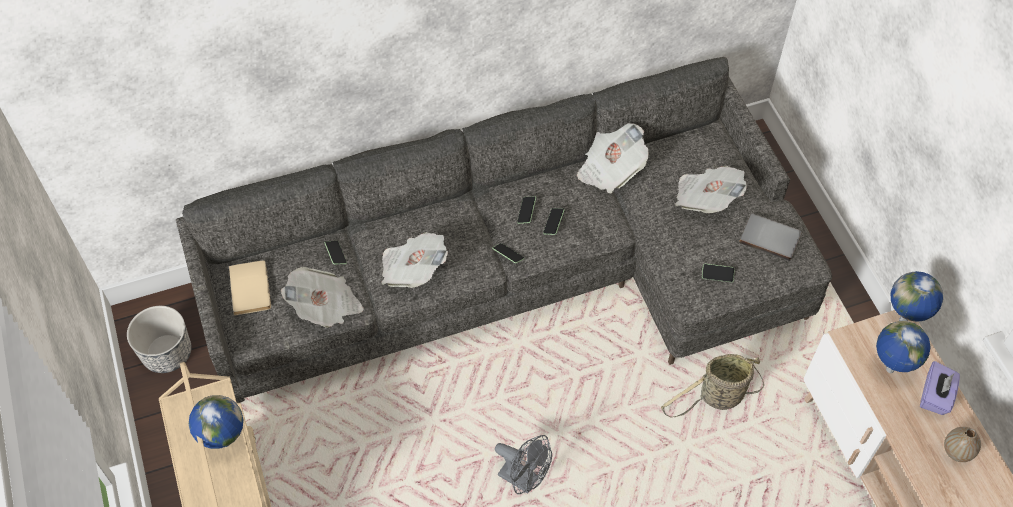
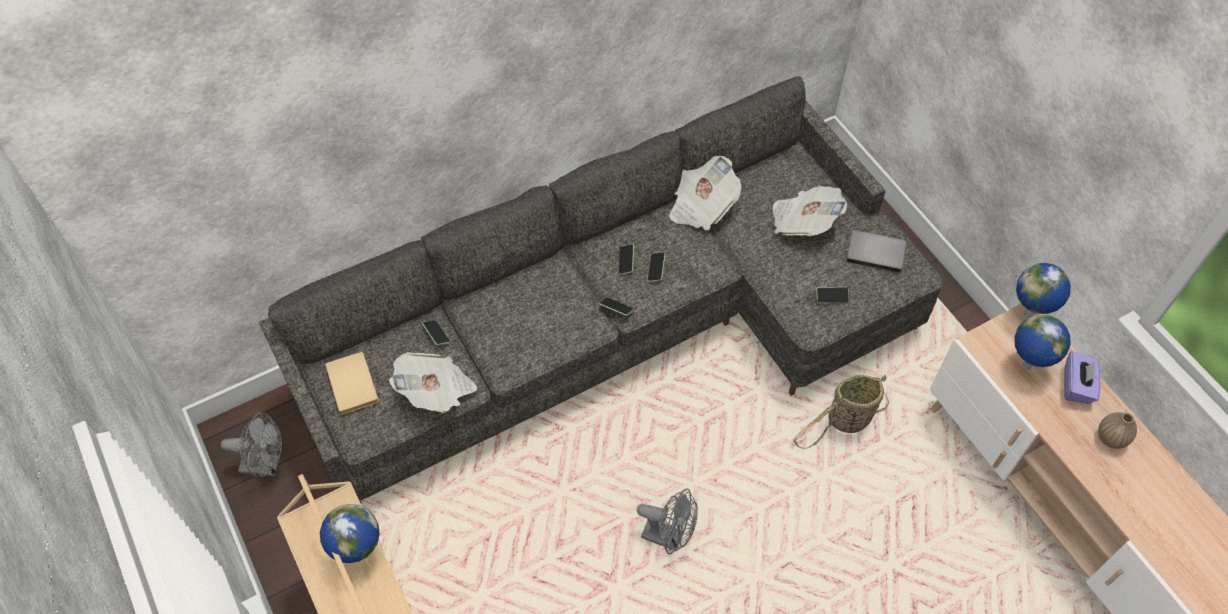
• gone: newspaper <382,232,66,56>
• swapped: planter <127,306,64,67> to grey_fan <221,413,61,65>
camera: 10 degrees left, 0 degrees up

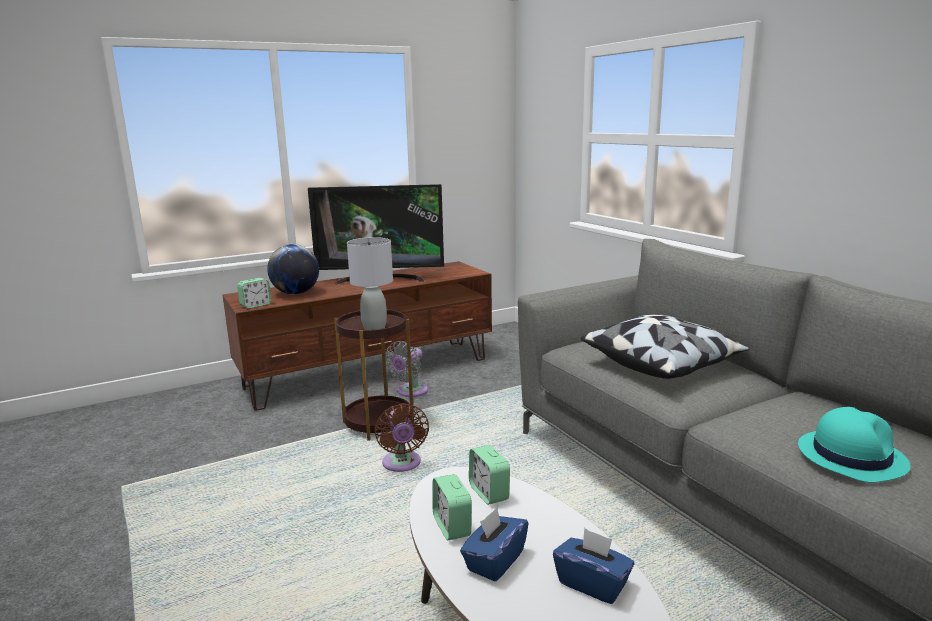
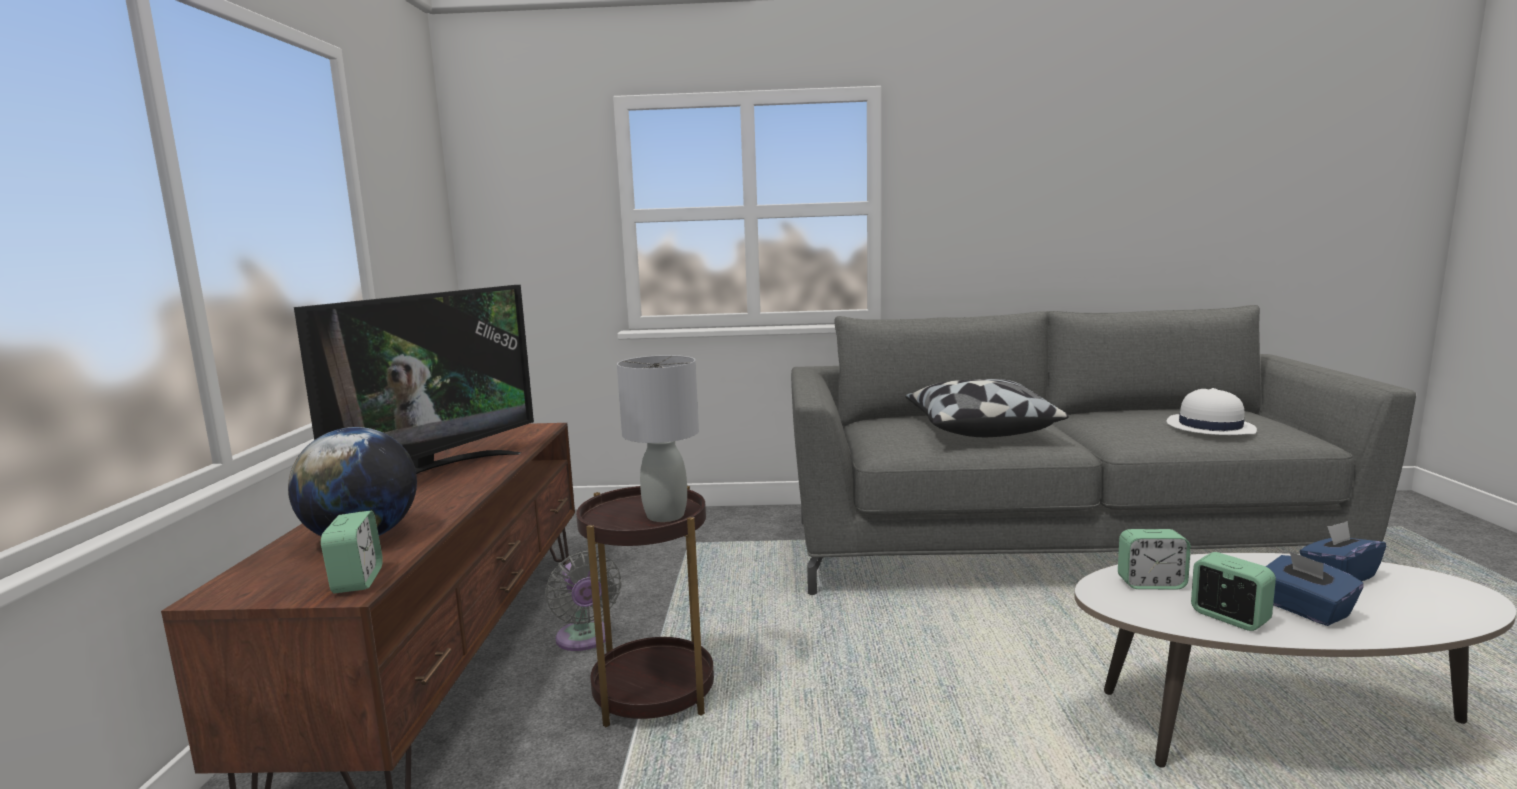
• gone: brown_fan <374,403,55,69>
• repainted: turquoise_hat <798,407,113,76> to white_hat <1167,388,90,47>
• rotated: alarm_clock <433,474,39,67> = <1191,552,85,79> 135 degrees counterclockwise
camera: 60 degrees left, 5 degrees down

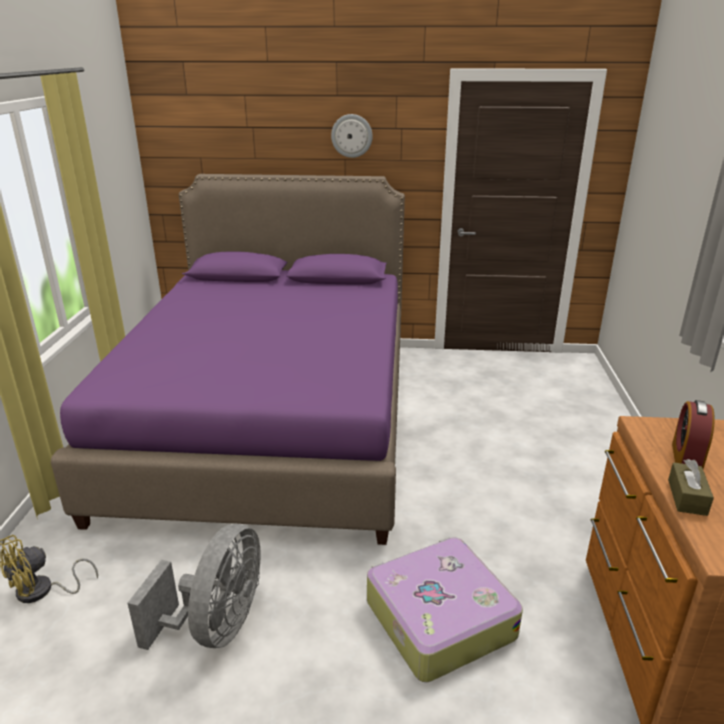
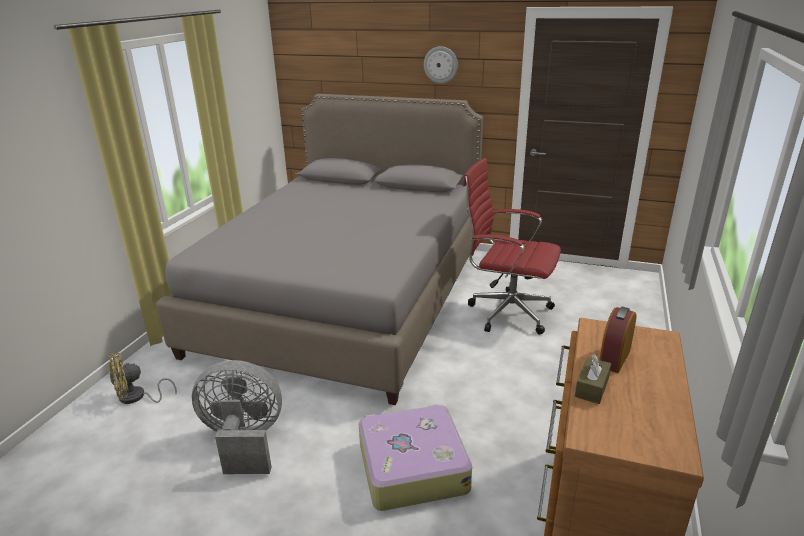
• repainted: purple_bed <51,174,354,371> to grey_bed <156,94,327,311>
• rotated: grey_fan <128,524,133,126> = <192,360,90,114> 120 degrees counterclockwise
• new: red_office_chair <463,158,98,177>
camera: 15 degrees right, 0 degrees up

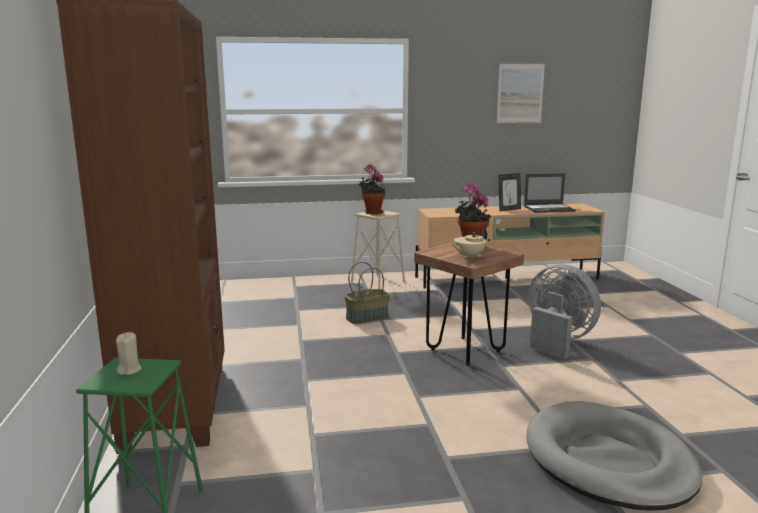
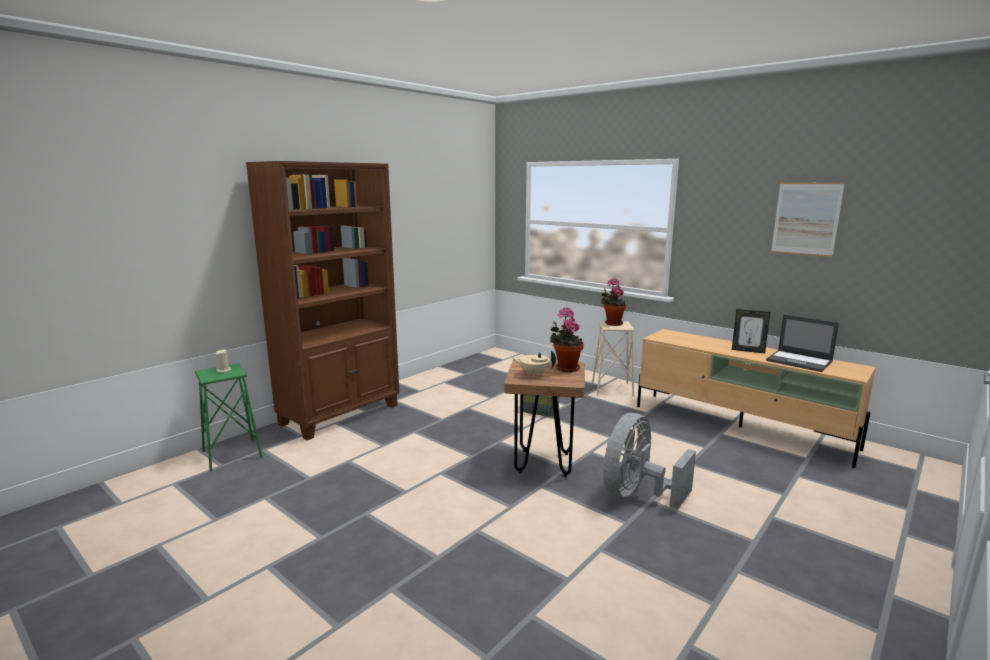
• rotated: grey_fan <528,264,73,95> = <603,413,93,97> 150 degrees counterclockwise
• gone: grey_dog_bed <526,401,177,110>
camera: 50 degrees right, 0 degrees up

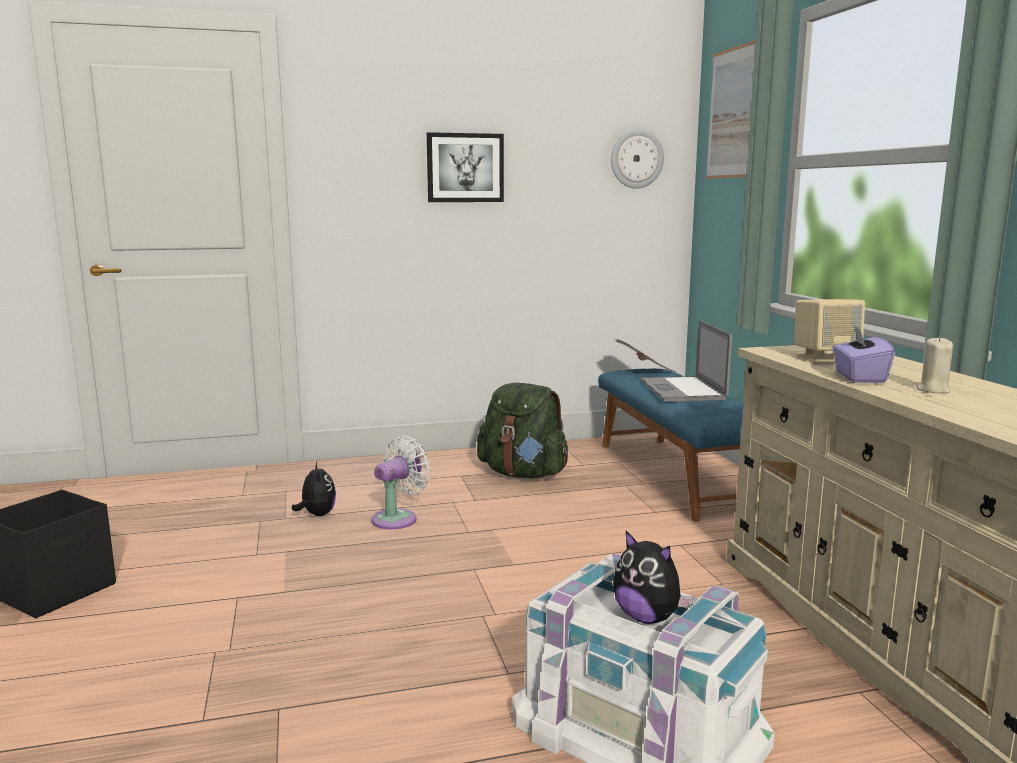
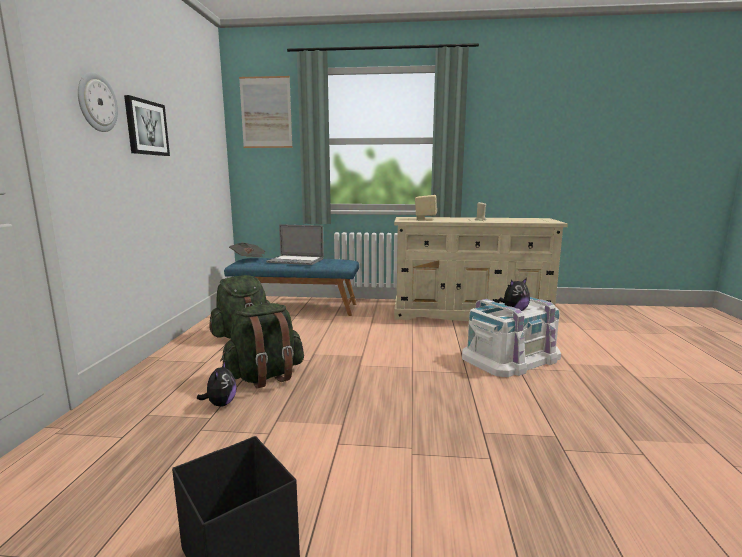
• shifted: wall_clock <611,129,53,60> to <78,72,40,60>
• gone: purple_tissue_box <832,325,63,58>
• swapped: white_fan <372,435,59,94> to green_backpack <220,303,84,85>
• rotated: plush_toy <292,462,44,54> = <197,361,40,46> 90 degrees clockwise
camera: 70 degrees left, 0 degrees up

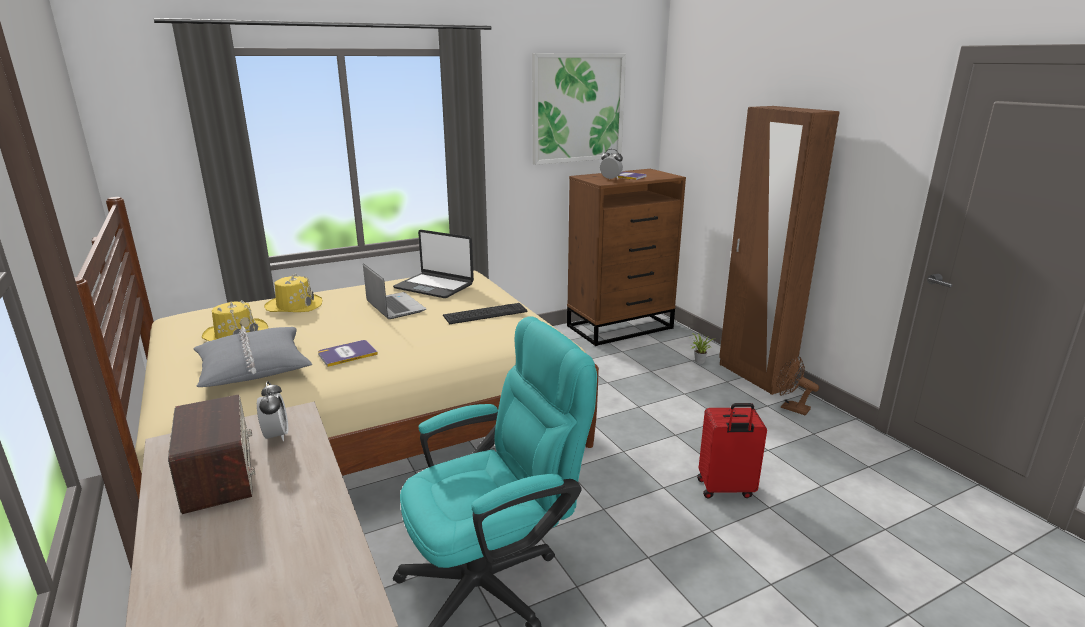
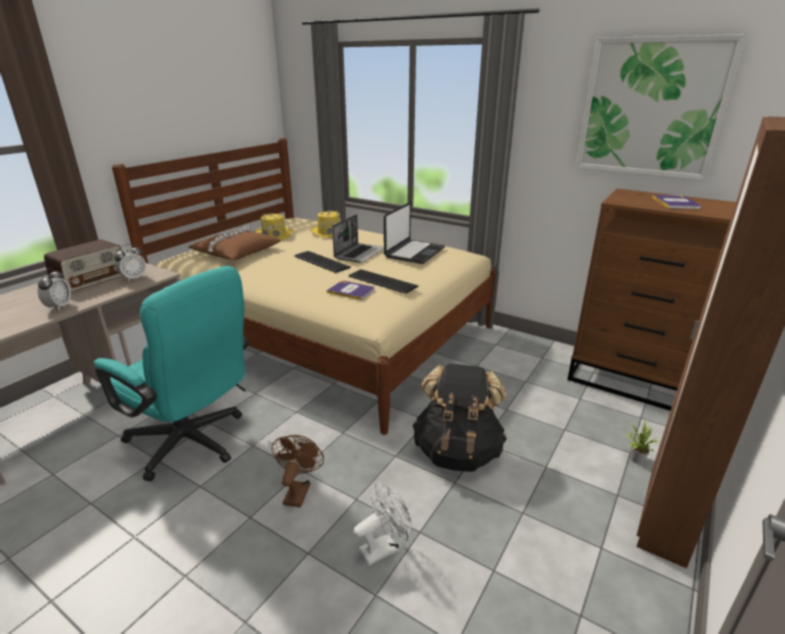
• shifted: alarm_clock <600,149,23,31> to <38,269,33,42>
• rotated: laptop <393,230,81,68> = <384,202,61,62> 150 degrees counterclockwise
• repainted: grey_pillow <193,326,119,61> to brown_pillow <188,227,92,33>
• shifted: book <318,340,60,27> to <327,281,47,19>
• shifted: brown_fan <776,357,43,58> to <271,435,53,72>
• swapped: red_suitcase <697,403,70,95> to white_fan <354,483,57,83>
• new: keyboard <294,251,57,22>
• new: black_backpack <413,364,94,108>
camera: 60 degrees right, 5 degrees up

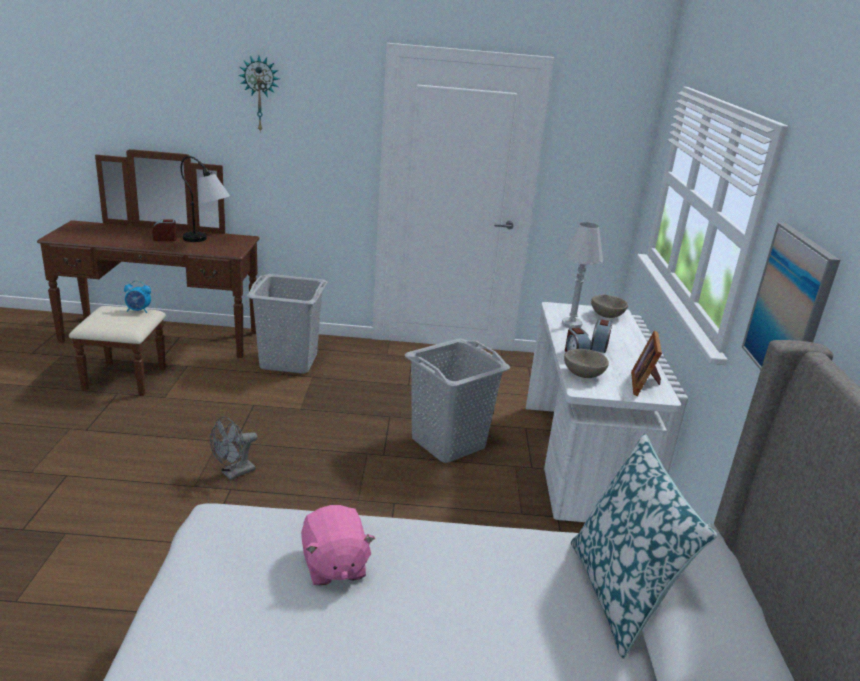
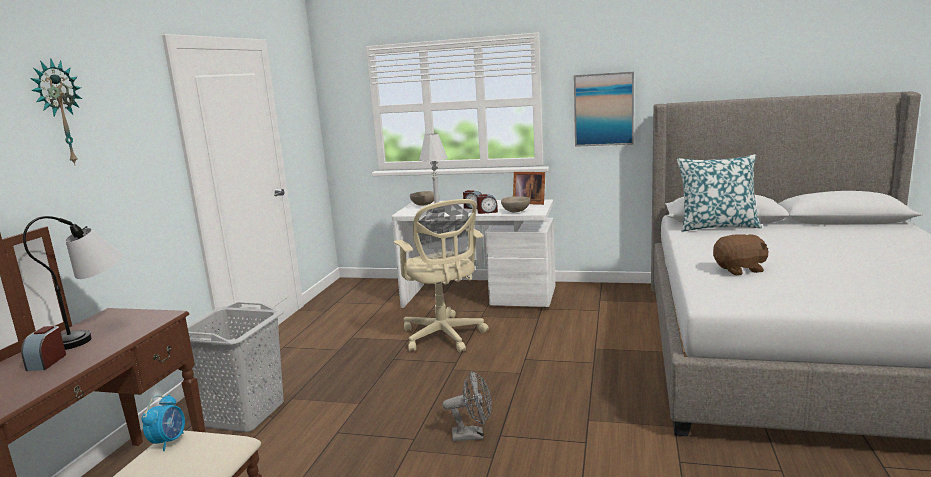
• swapped: grey_laundry_basket <405,338,105,125> to beige_office_chair <394,199,95,154>
• rotated: grey_fan <210,416,47,64> = <443,371,49,70> 60 degrees counterclockwise
• repainted: pink_plush_toy <301,505,74,80> to brown_plush_toy <713,234,56,41>
camera: 75 degrees left, 10 degrees down

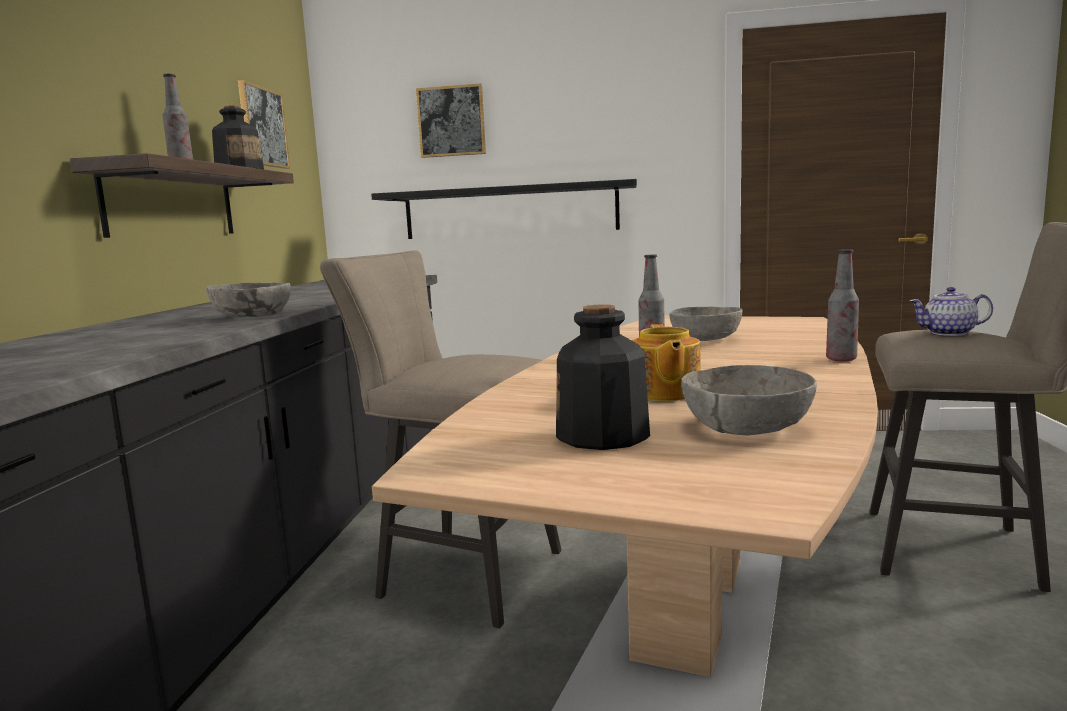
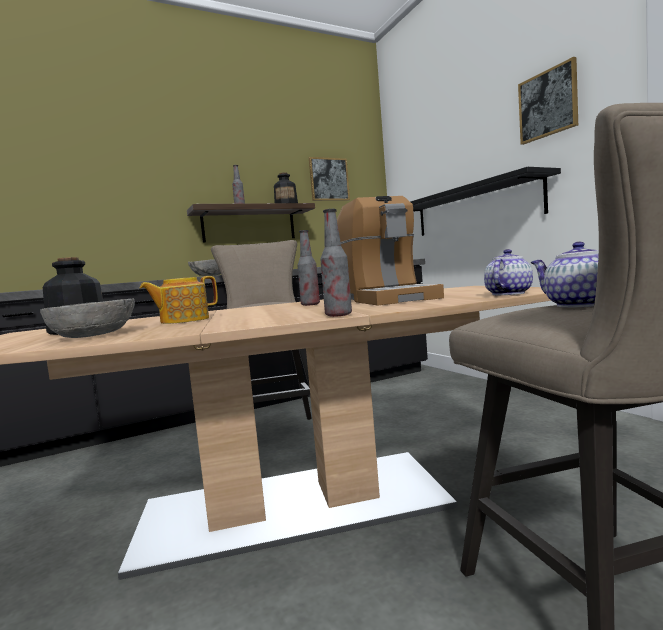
• shifted: picture <416,83,70,75> to <518,57,60,88>
• swapped: grey_bowl <669,307,74,34> to coffee_machine <337,196,107,109>
• new: teapot <484,249,49,46>
camera: 55 degrees right, 5 degrees down

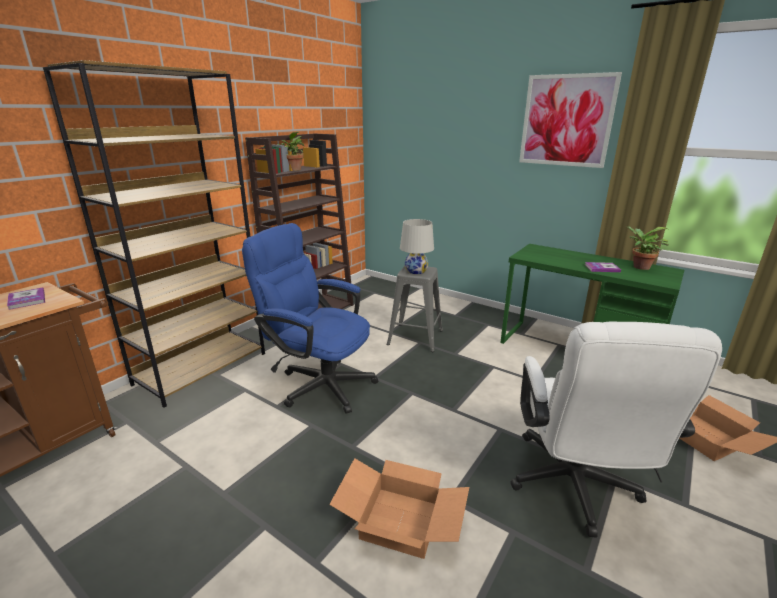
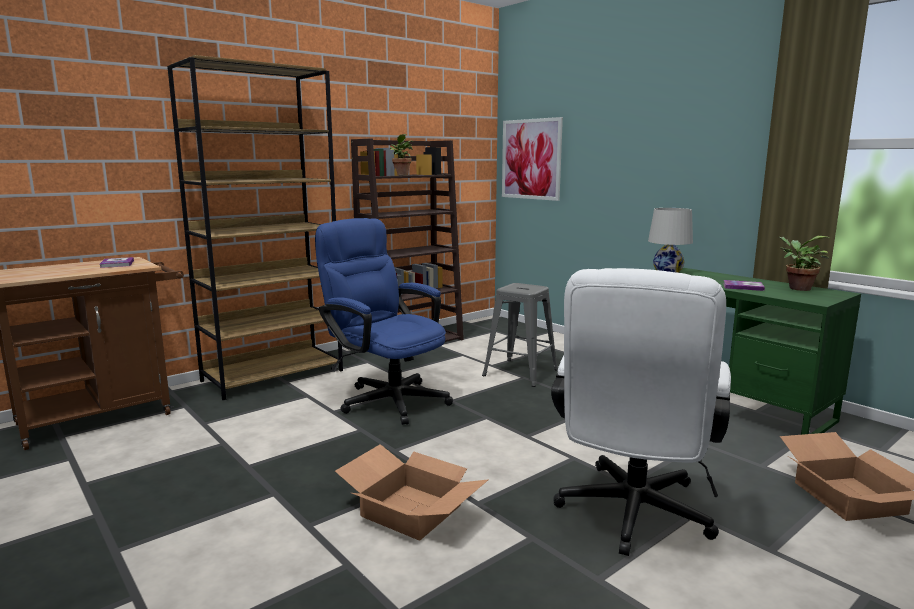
• shifted: picture <519,72,103,96> to <502,117,61,84>
• shifted: white_table_lamp <400,219,34,55> to <648,208,45,65>
camera: 15 degrees right, 10 degrees down

